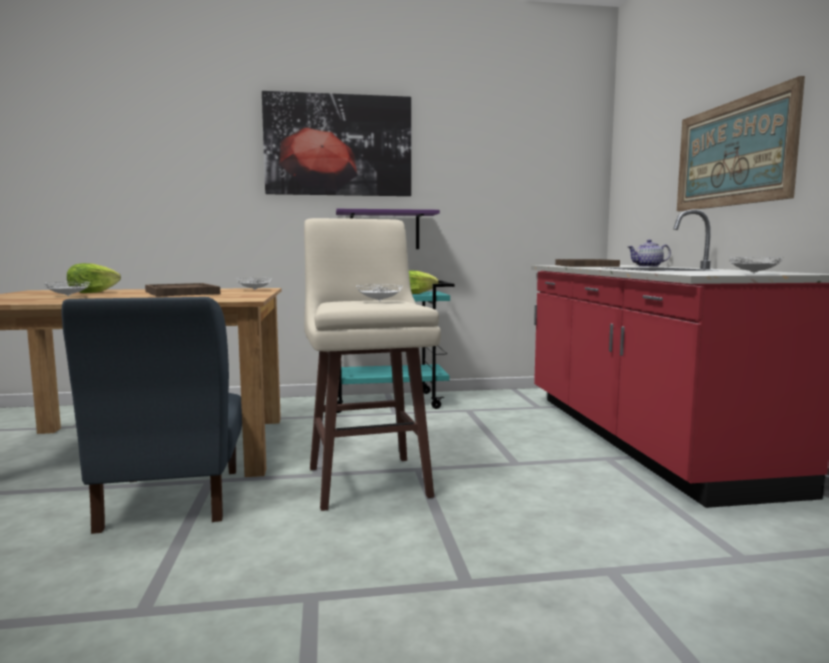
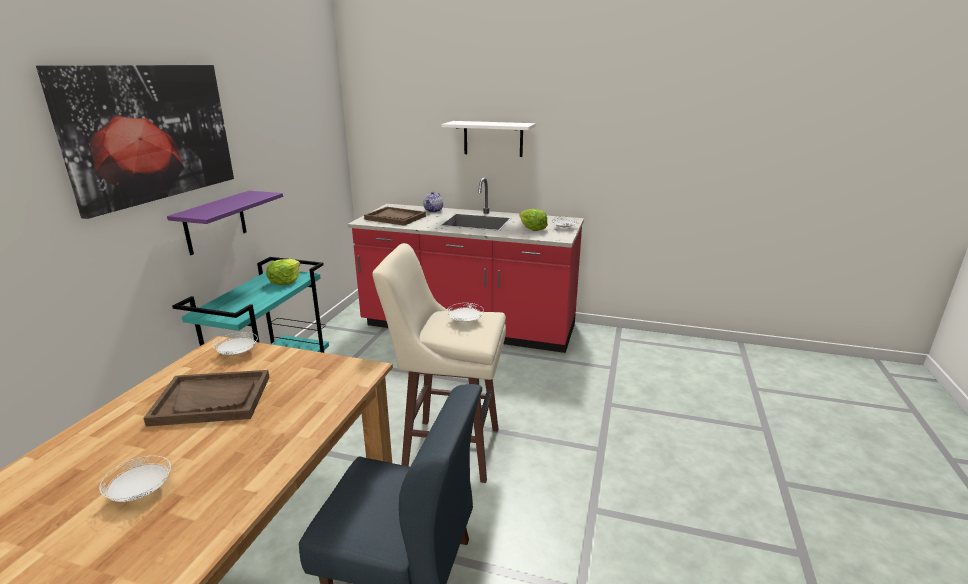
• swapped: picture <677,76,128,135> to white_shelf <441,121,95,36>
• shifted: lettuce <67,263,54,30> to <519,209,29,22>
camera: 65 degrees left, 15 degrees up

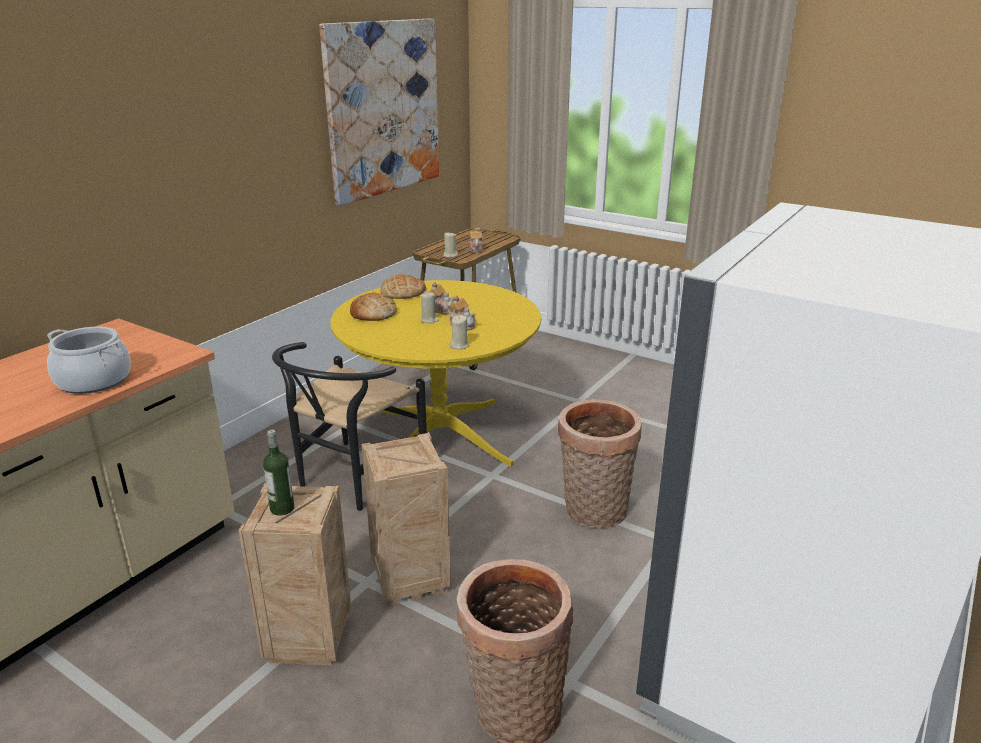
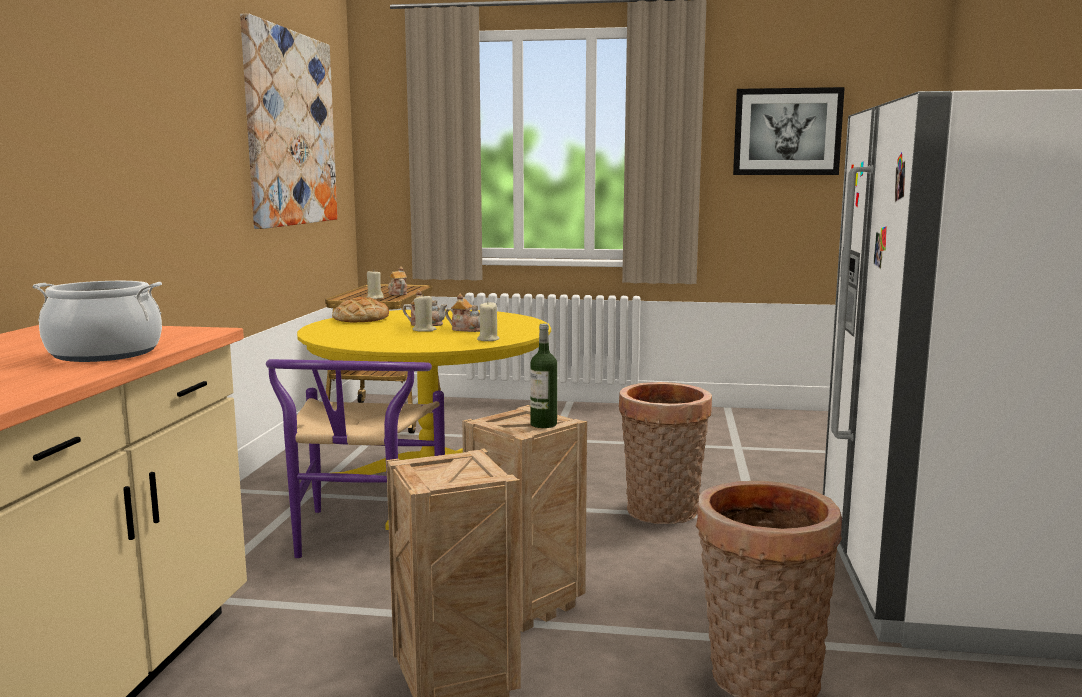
• gone: bread <350,292,47,29>
• repainted: black_chair <272,342,155,169> to purple_chair <266,359,179,199>
• shifted: bottle <263,429,31,87> to <530,324,27,104>
• new: picture <733,87,112,88>
camera: 25 degrees left, 15 degrees down

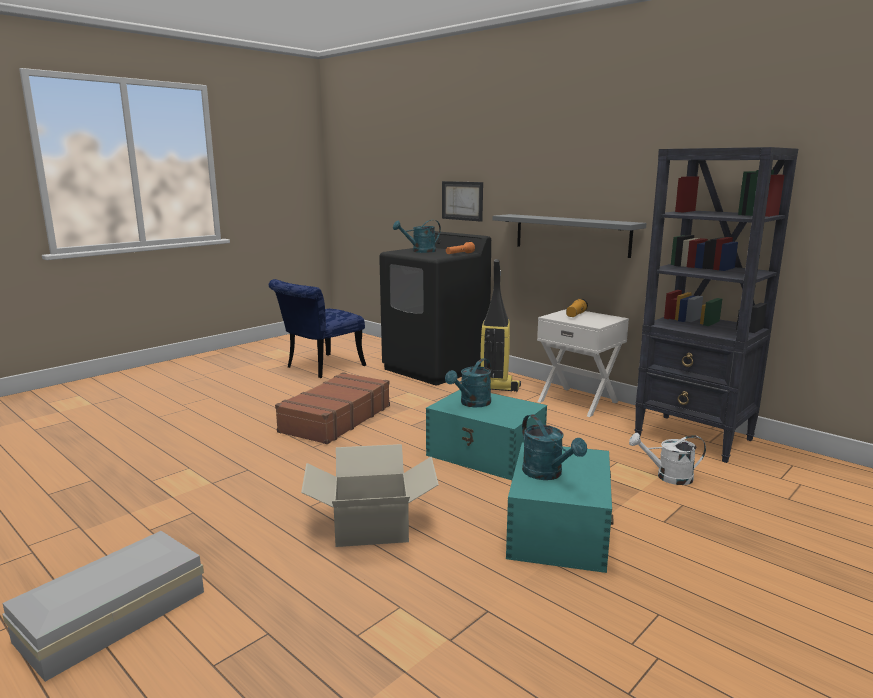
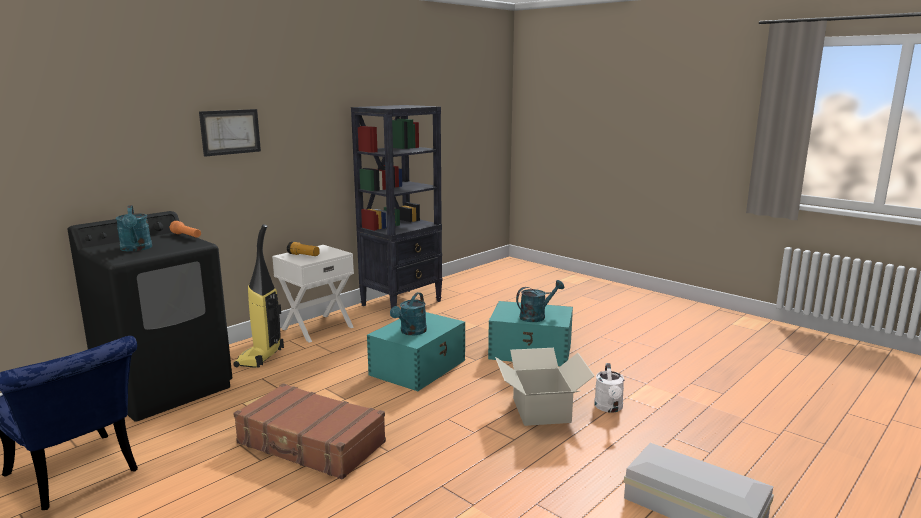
• shifted: picture <442,181,41,41> to <199,109,62,48>
• gone: grey_shelf <492,214,155,44>
• rotated: turquoise_watering_can <445,358,46,49> = <390,292,37,43> 75 degrees clockwise
• shifted: white_watering_can <629,433,77,52> to <594,363,30,50>
camera: 90 degrees left, 0 degrees up

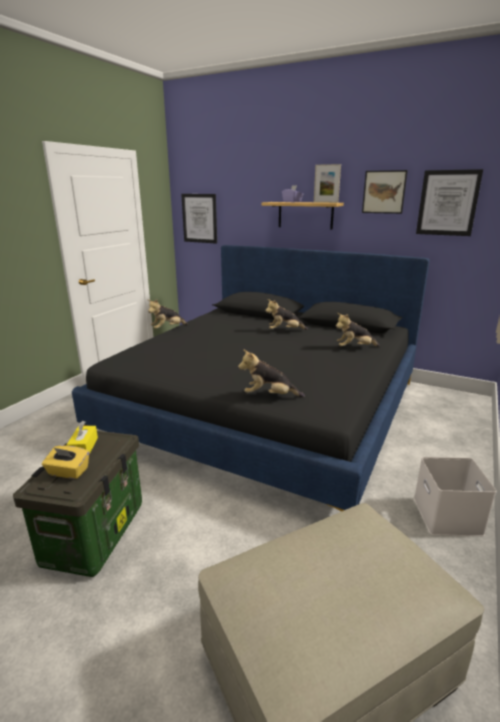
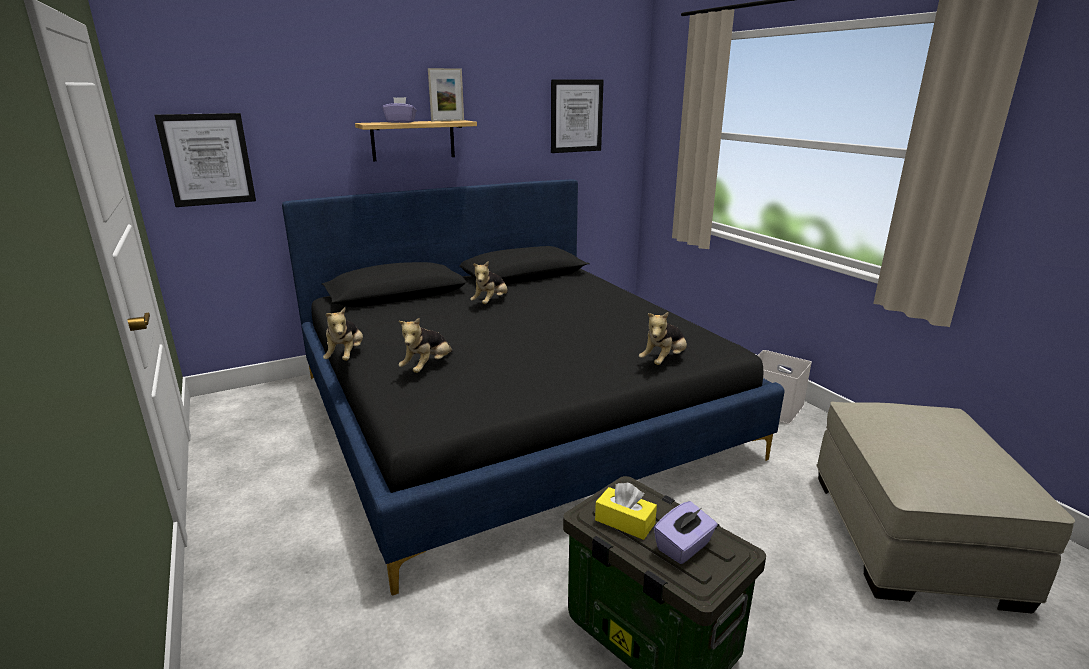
• gone: picture <362,170,46,44>
• shifted: plush_toy <336,313,44,34> to <398,318,55,55>
• repainted: yellow_tissue_box <42,445,47,34> to purple_tissue_box <654,501,64,63>
camera: 55 degrees left, 0 degrees up

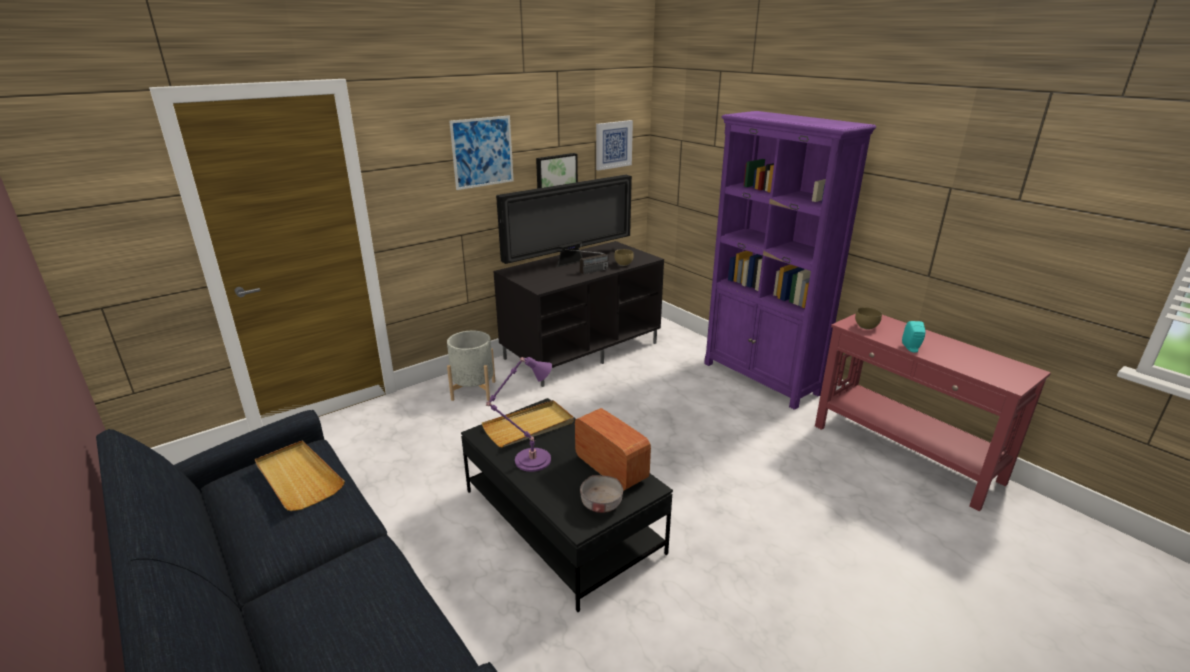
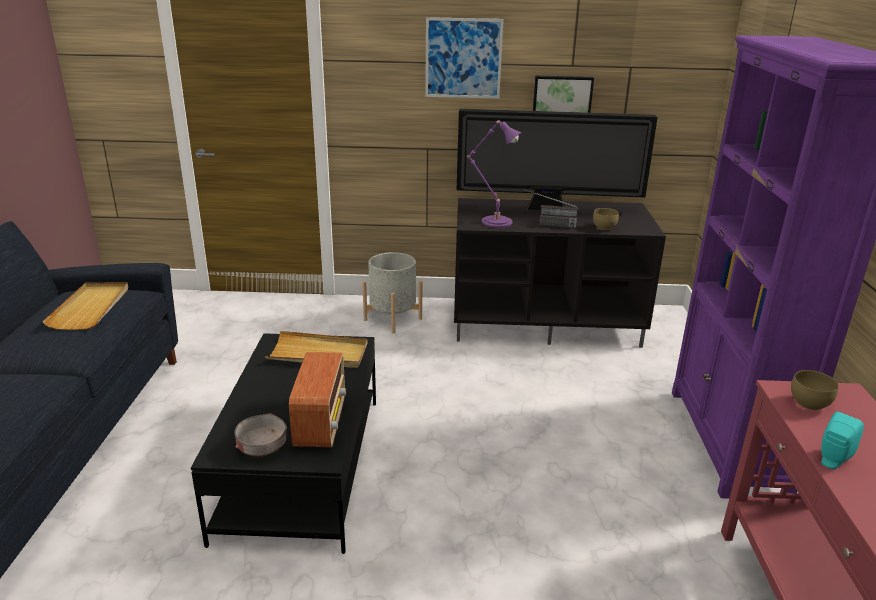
• gone: picture <596,120,37,51>
• shifted: purple_table_lamp <485,357,67,115> to <467,120,54,108>
camera: 40 degrees right, 0 degrees up

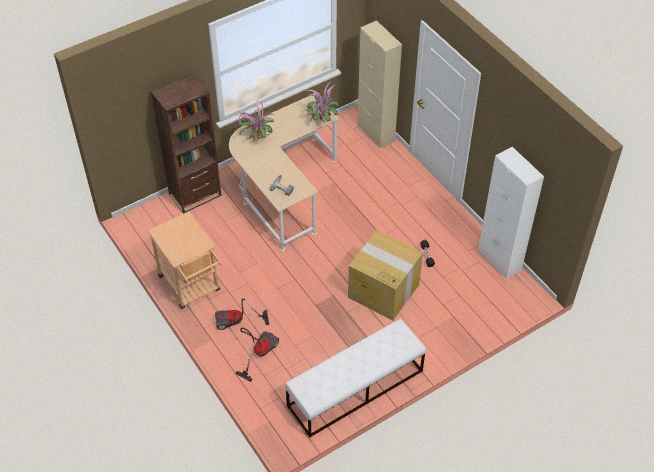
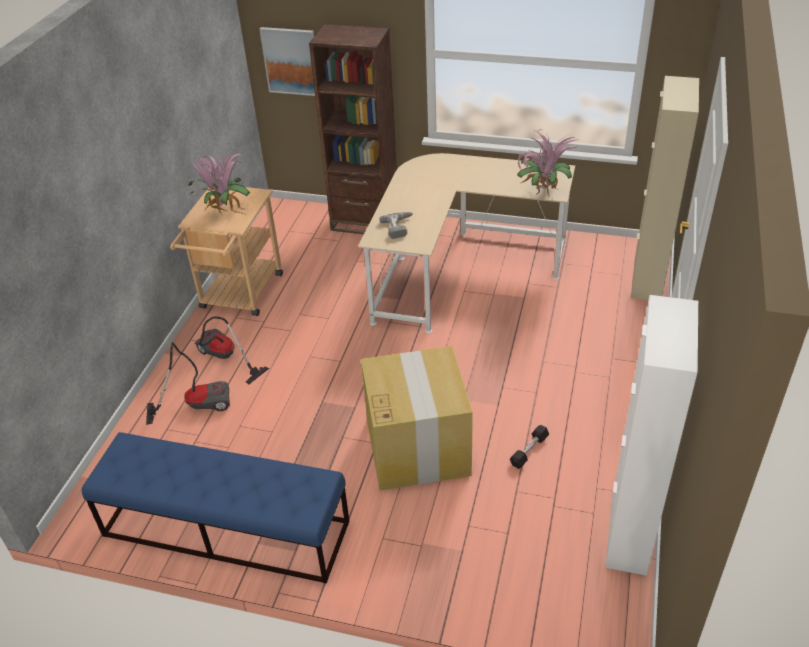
• shifted: potted_plant <236,102,38,43> to <189,150,61,66>
• repainted: white_bench <285,319,141,119> to blue_bench <82,432,267,152>
• new: picture <259,27,56,69>
camera: 50 degrees right, 10 degrees down

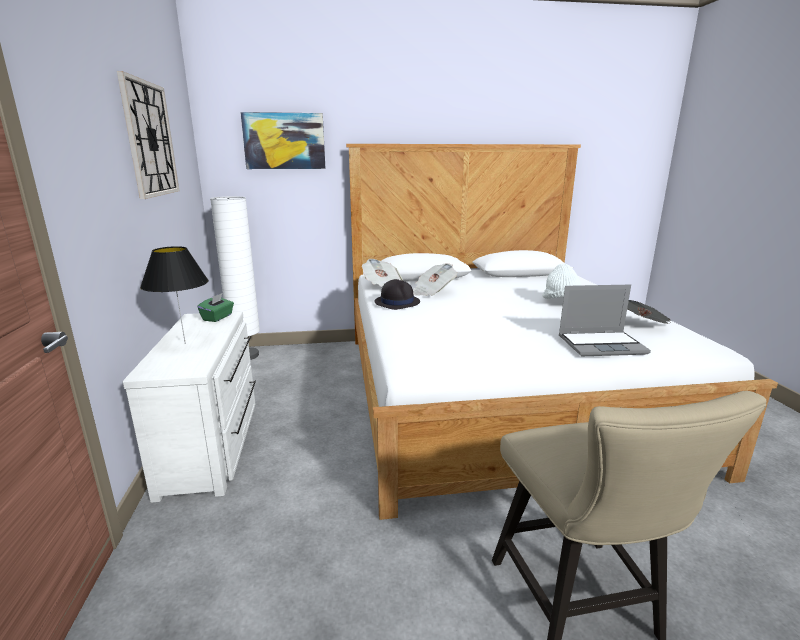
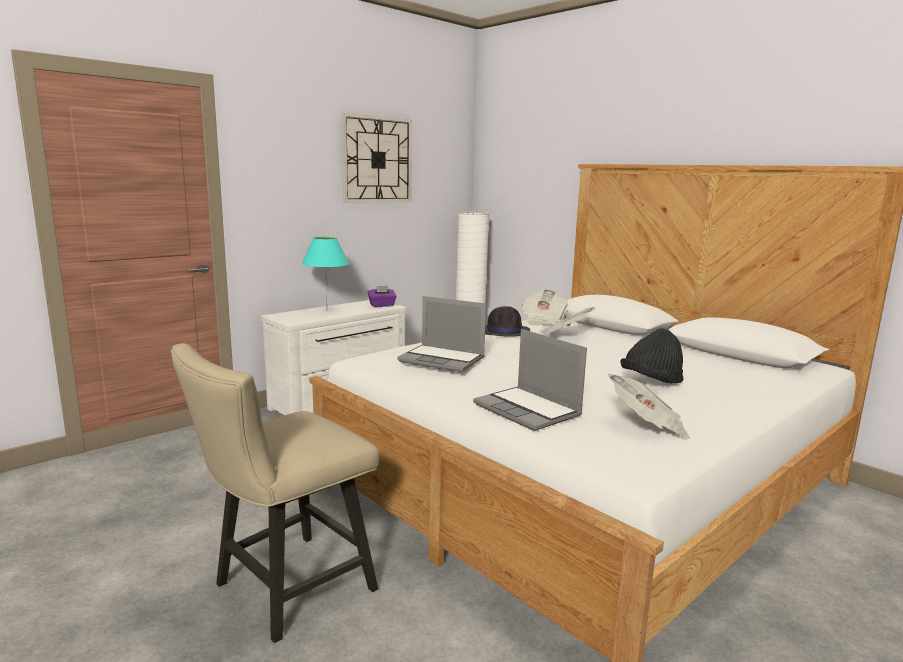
• gone: picture <240,112,86,57>
• repainted: black_table_lamp <140,246,69,98> to turquoise_table_lamp <302,237,47,67>
• repainted: white_hat <542,264,39,35> to black_hat <620,328,63,56>
• repainted: green_tissue_box <198,293,36,29> to purple_tissue_box <368,286,28,21>
• new: laptop <397,296,89,76>
camera: 55 degrees right, 5 degrees down

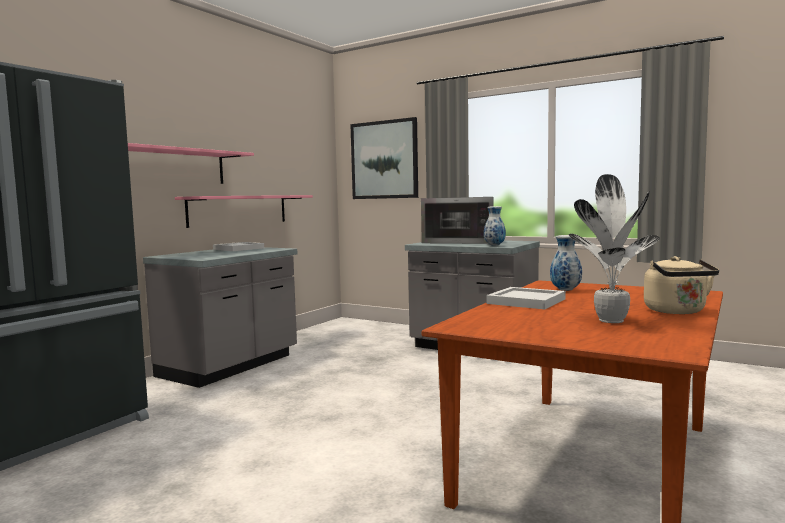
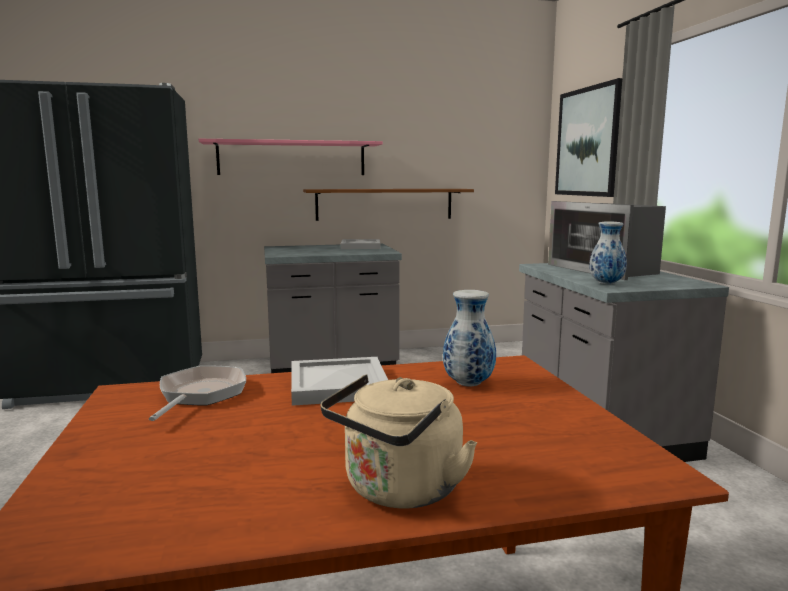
• gone: potted_plant <569,174,91,149>
• repainted: pink_shelf <175,195,138,33> to brown_shelf <303,189,171,32>
• new: frying_pan <149,365,97,56>
camera: 45 degrees right, 5 degrees up

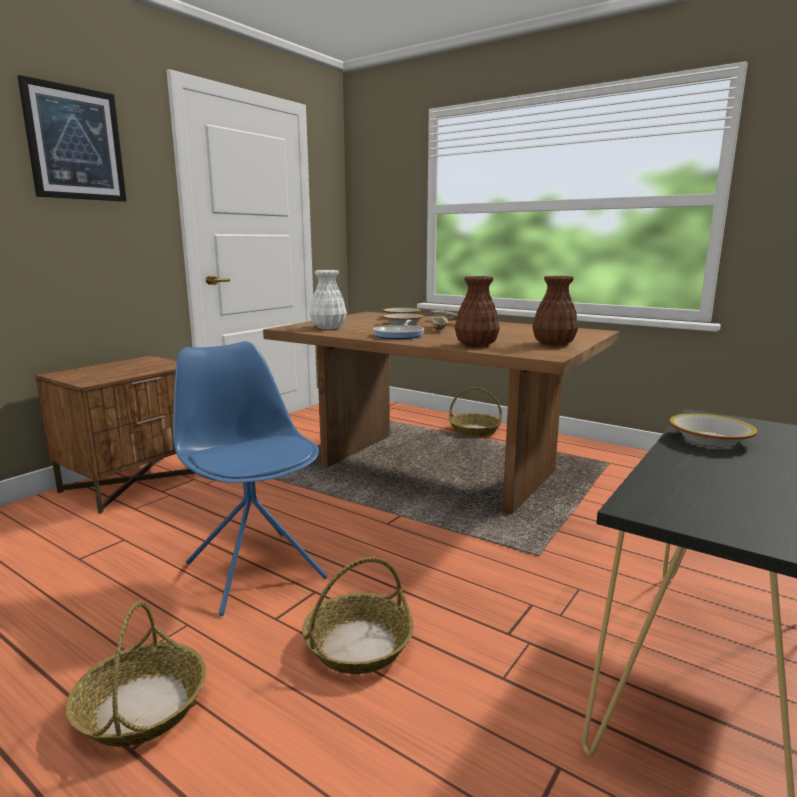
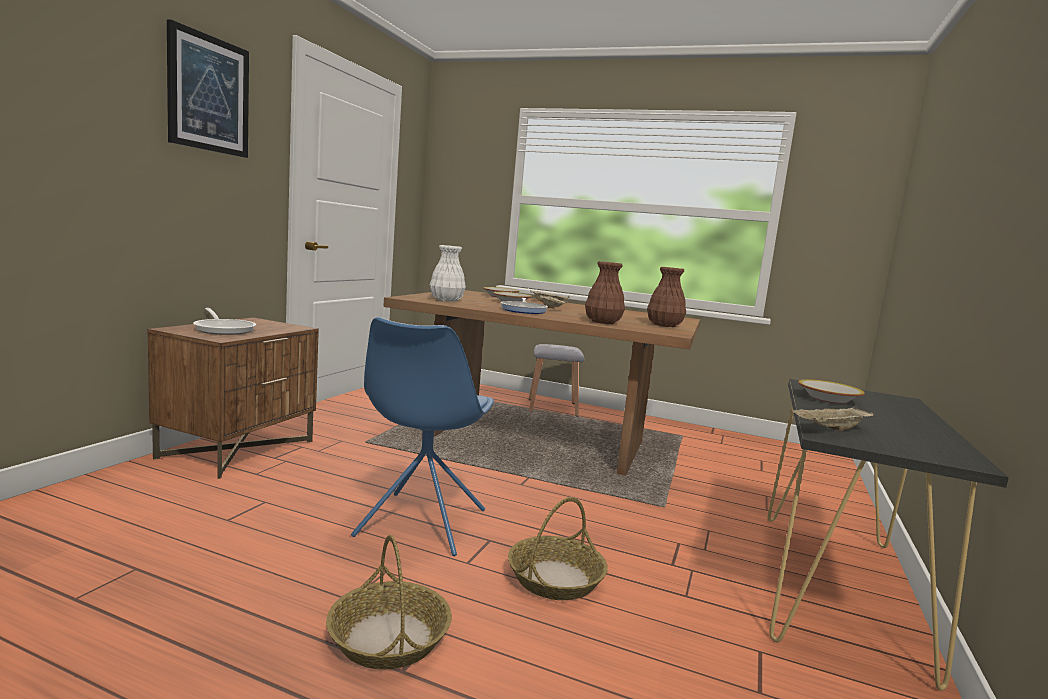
• rotated: blue_chair <173,341,155,275> = <351,317,143,239> 120 degrees counterclockwise
• swapped: basket <449,387,53,50> to grey_stool <529,344,55,73>
• new: frying_pan <193,308,63,27>
• new: beige_tray <792,406,82,25>
camera: 15 degrees left, 5 degrees down

